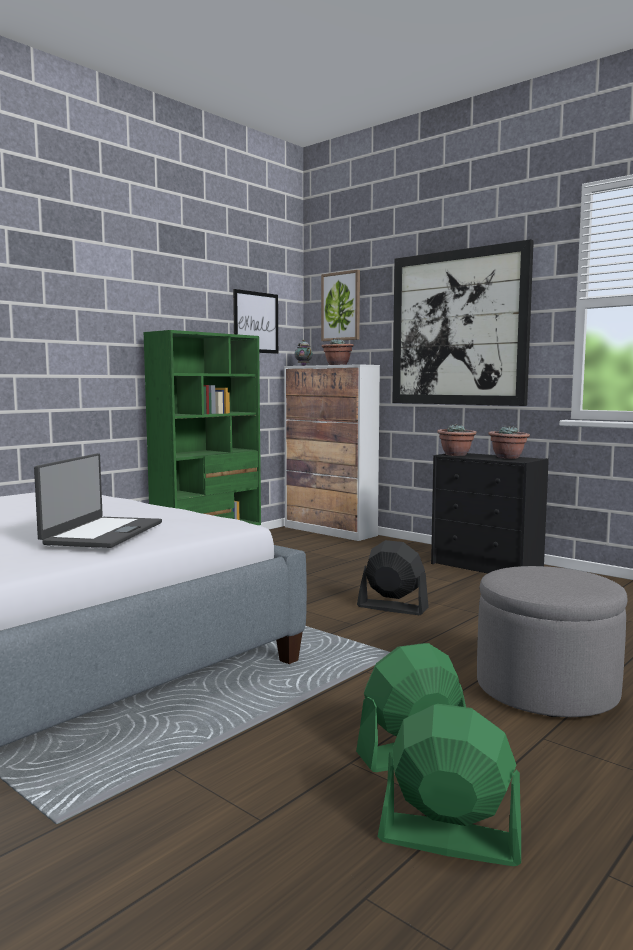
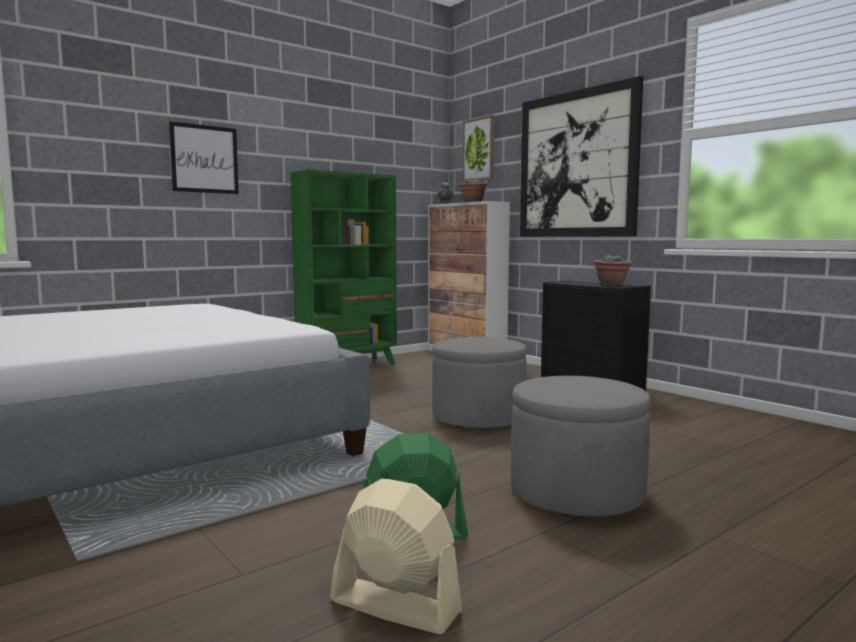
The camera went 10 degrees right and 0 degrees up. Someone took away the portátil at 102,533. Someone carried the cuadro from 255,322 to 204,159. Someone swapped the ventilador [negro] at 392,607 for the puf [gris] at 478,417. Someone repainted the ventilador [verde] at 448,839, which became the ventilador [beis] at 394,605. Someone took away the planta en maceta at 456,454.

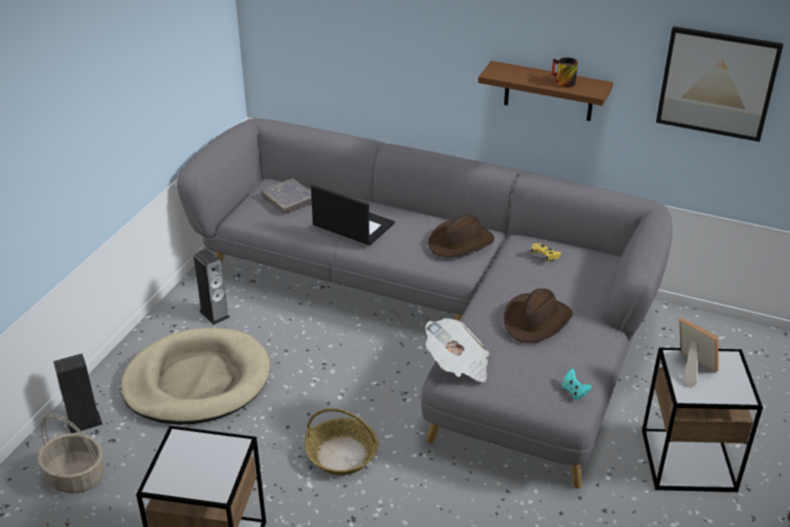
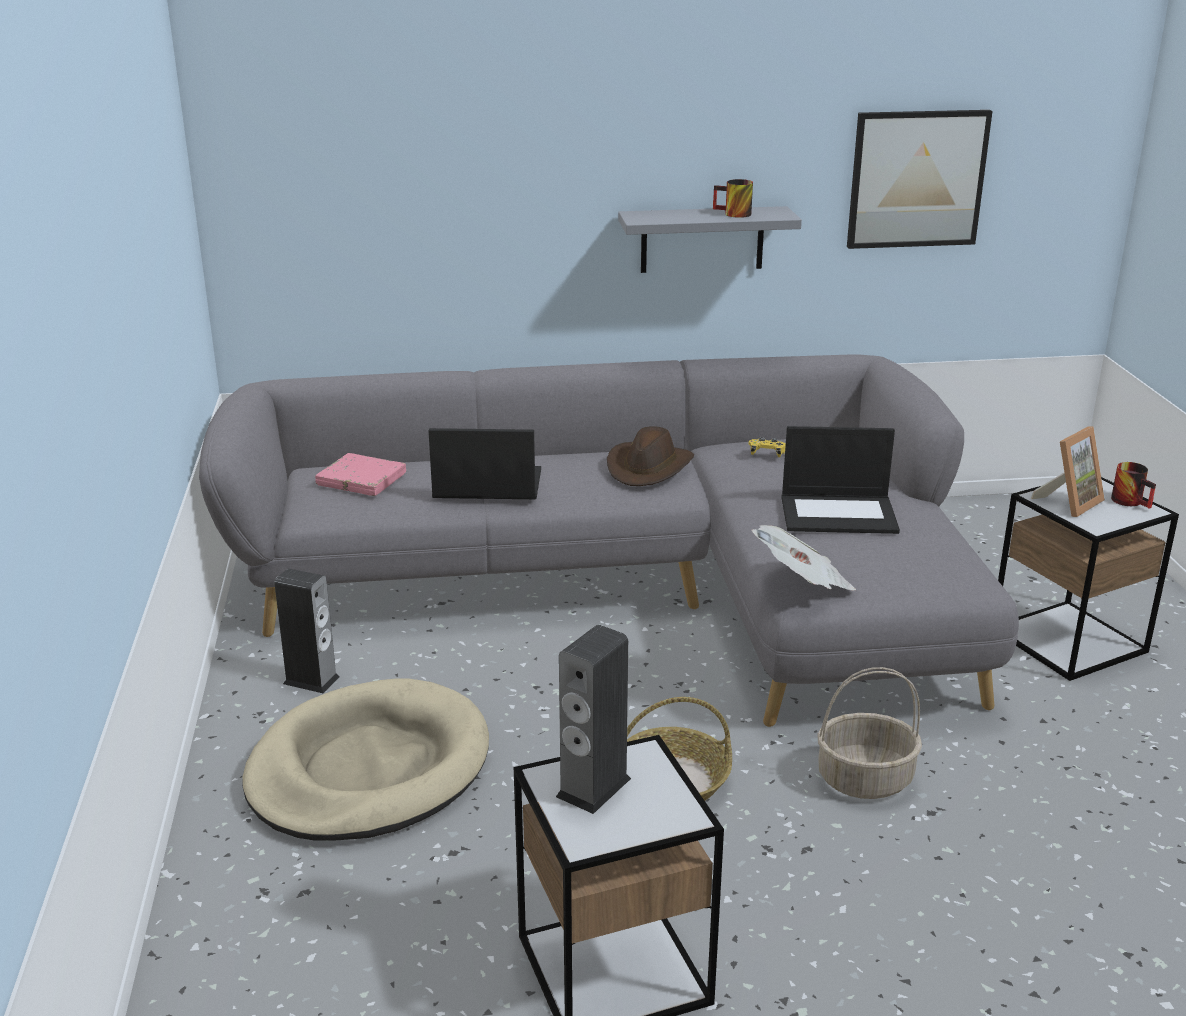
The camera went 30 degrees left and 10 degrees down. Someone carried the cesta from 76,477 to 865,779. Someone carried the altavoz from 84,422 to 593,787. Someone repainted the libro [gris] at 288,199, which became the libro [rosa] at 361,480. Someone repainted the estante [marrón] at 548,91, which became the estante [gris] at 702,239. Someone swapped the sombrero [marrón] at 536,321 for the portátil at 839,514. Someone took away the mando de consola [turquesa] at 574,391. Someone rotated the portarretratos at 691,369 by 120 degrees clockwise. Someone put down the taza grande at 1132,501.

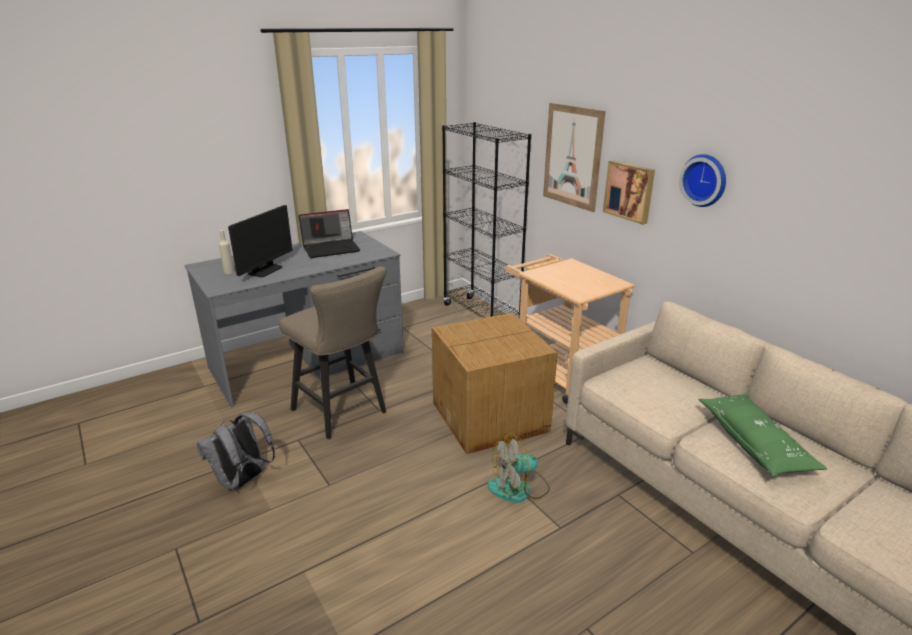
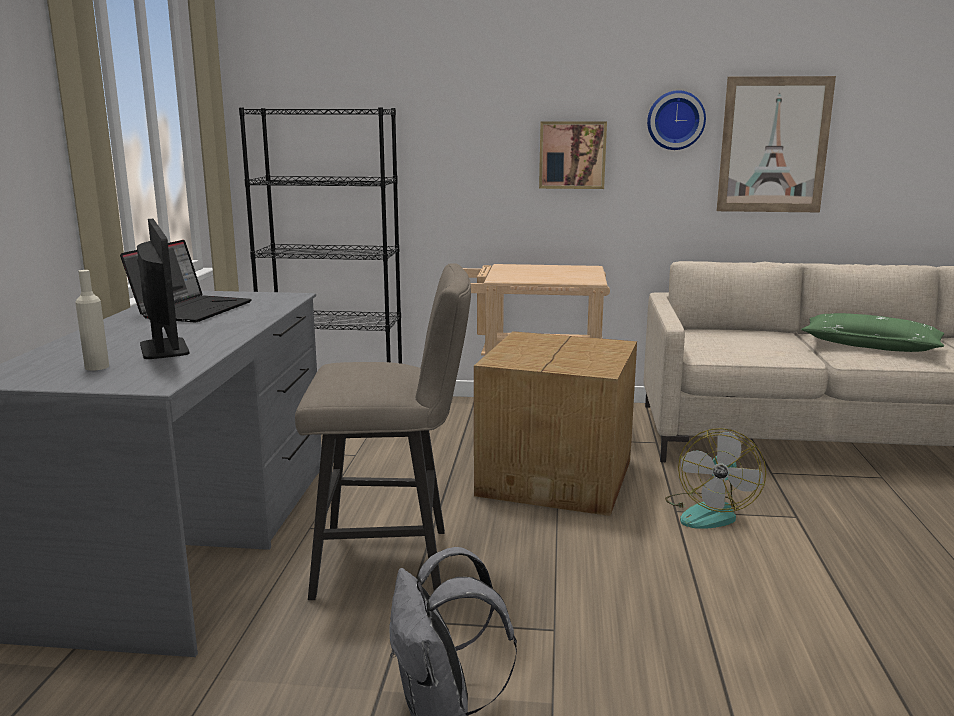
The camera went 50 degrees left and 10 degrees down. Someone carried the cuadro from 572,156 to 773,145.

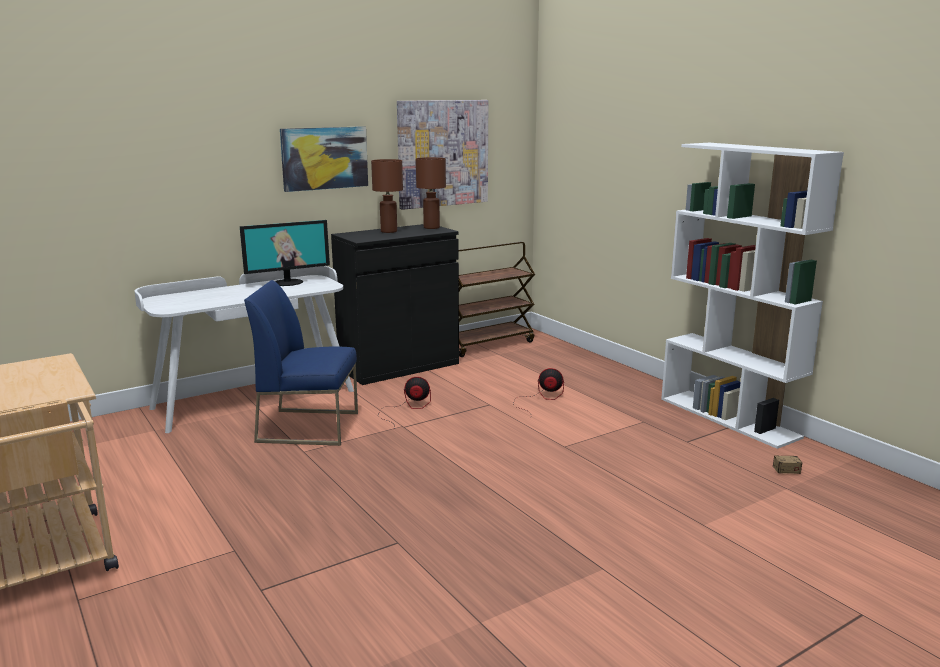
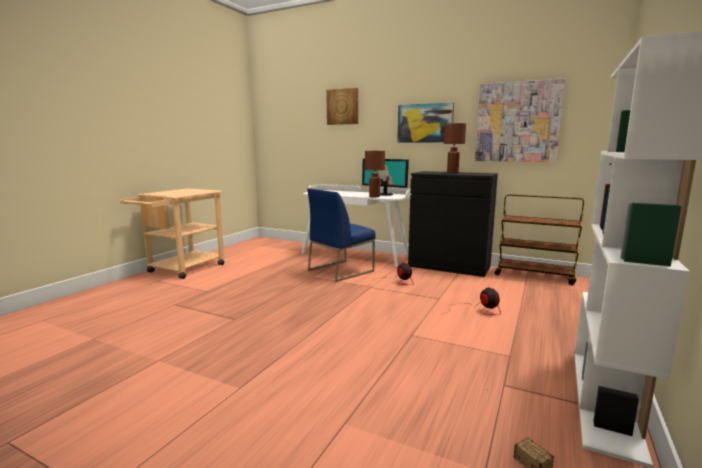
The camera went 60 degrees right and 5 degrees down. Someone rotated the silla [azul] at 309,427 by 105 degrees counterclockwise. Someone carried the lámpara de mesa [marrón] from 431,227 to 374,196. Someone put up the cuadro at 342,106.

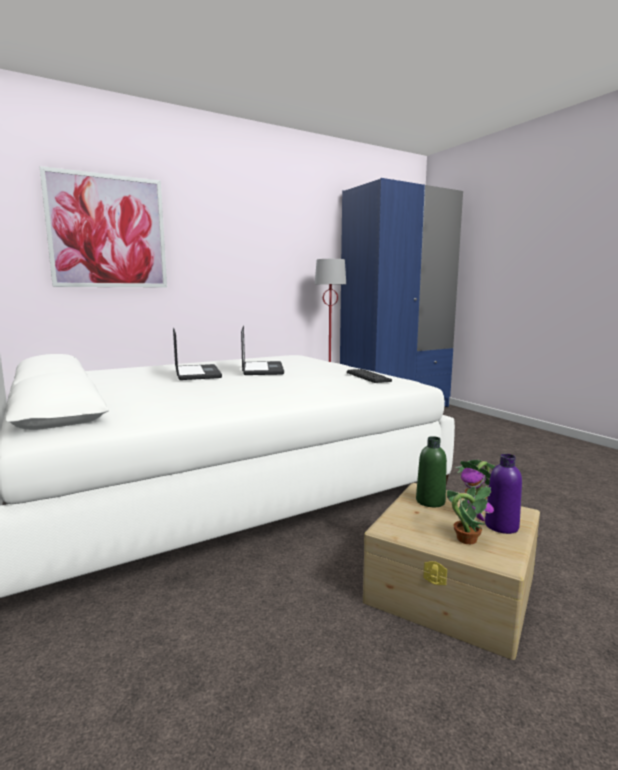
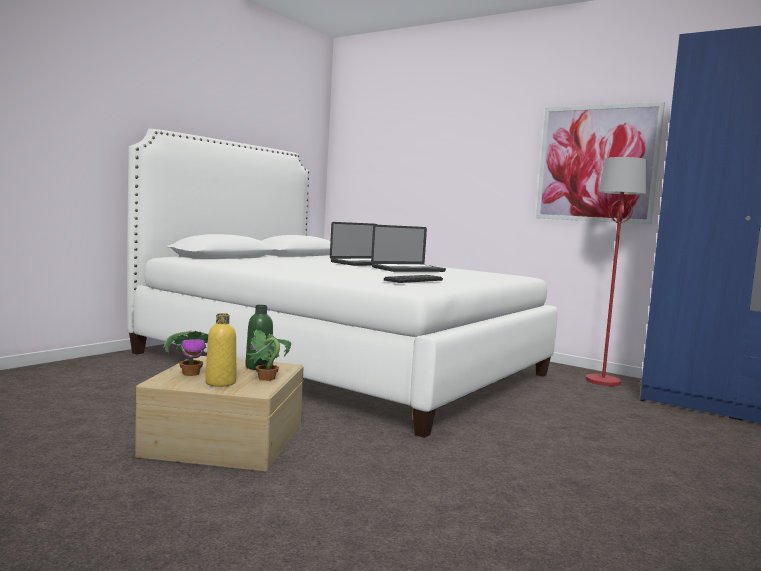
The camera went 65 degrees right and 5 degrees down. Someone carried the cuadro from 108,232 to 596,163. Someone repainted the botella [morado] at 501,526, which became the botella [amarillo] at 220,383.

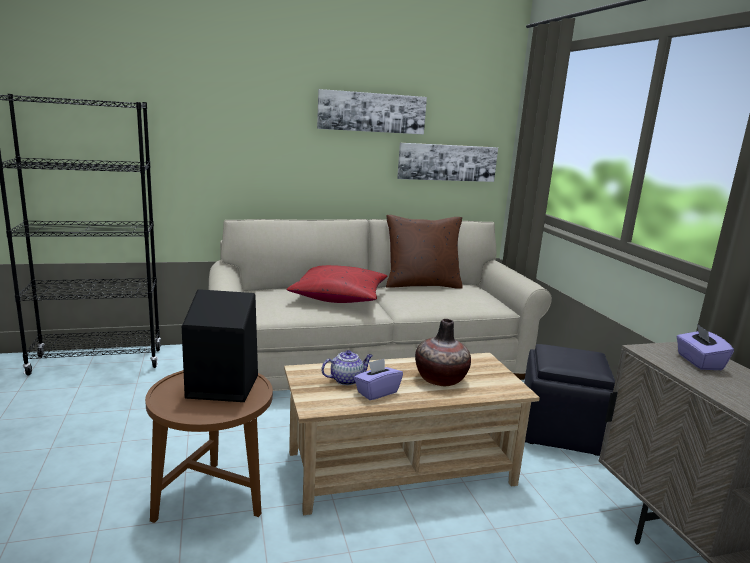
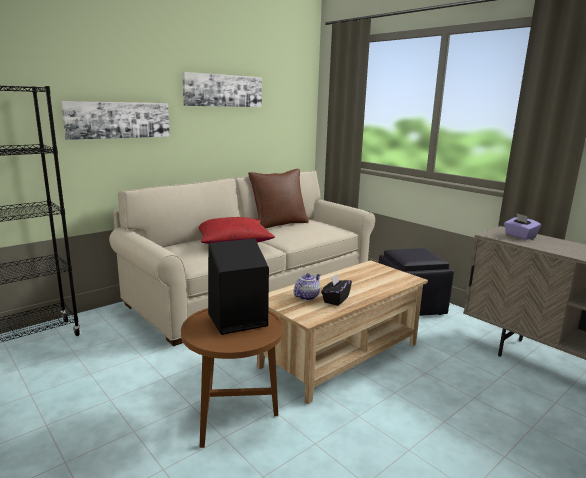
The camera went 25 degrees left and 0 degrees up. Someone repainted the caja de pañuelos [morado] at 377,392, which became the caja de pañuelos [negro] at 335,299. Someone carried the cuadro from 447,162 to 118,120. Someone took away the florero at 440,379.

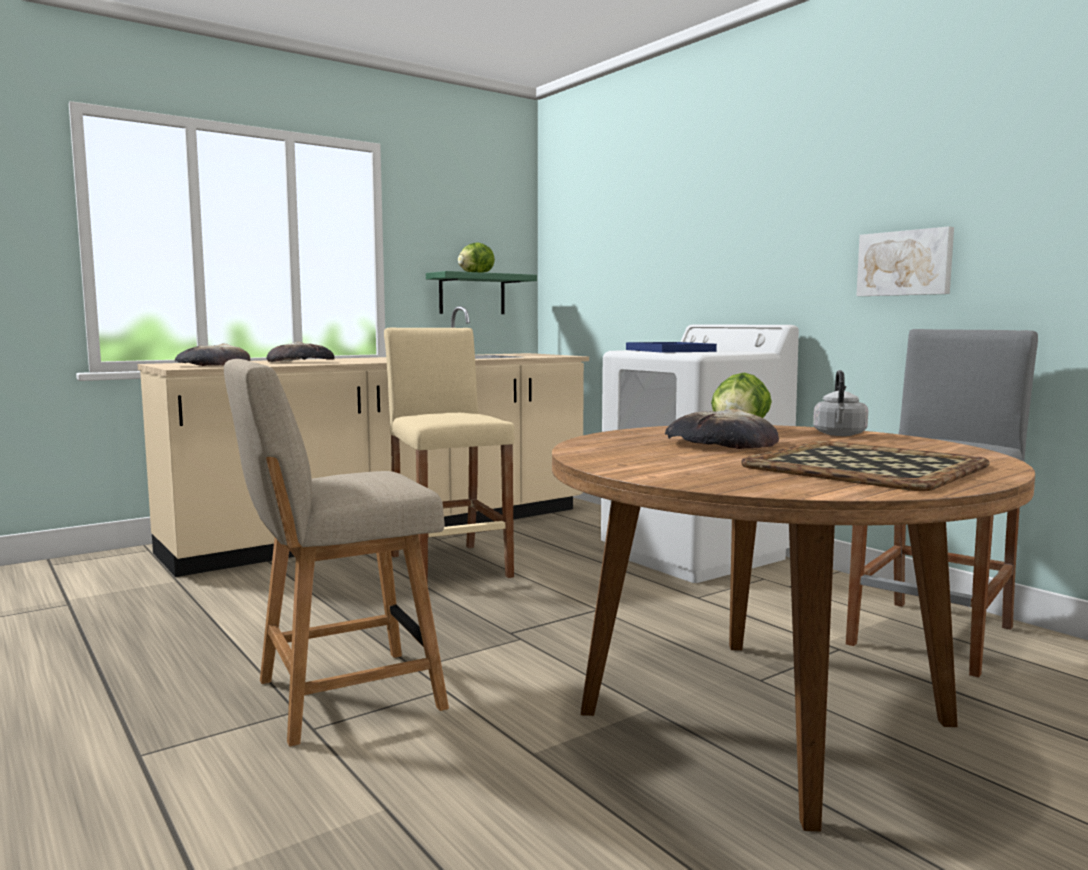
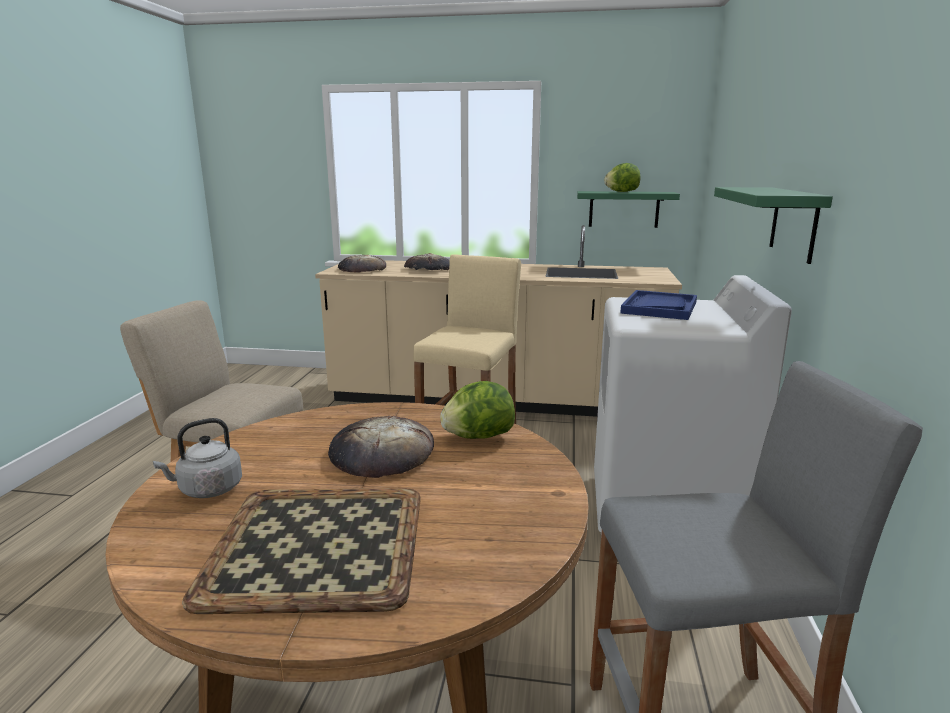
The camera went 45 degrees right and 10 degrees up. Someone carried the hervidor [gris] from 839,435 to 207,490. Someone took away the cuadro at 905,263. Someone put up the estante [verde] at 794,223.

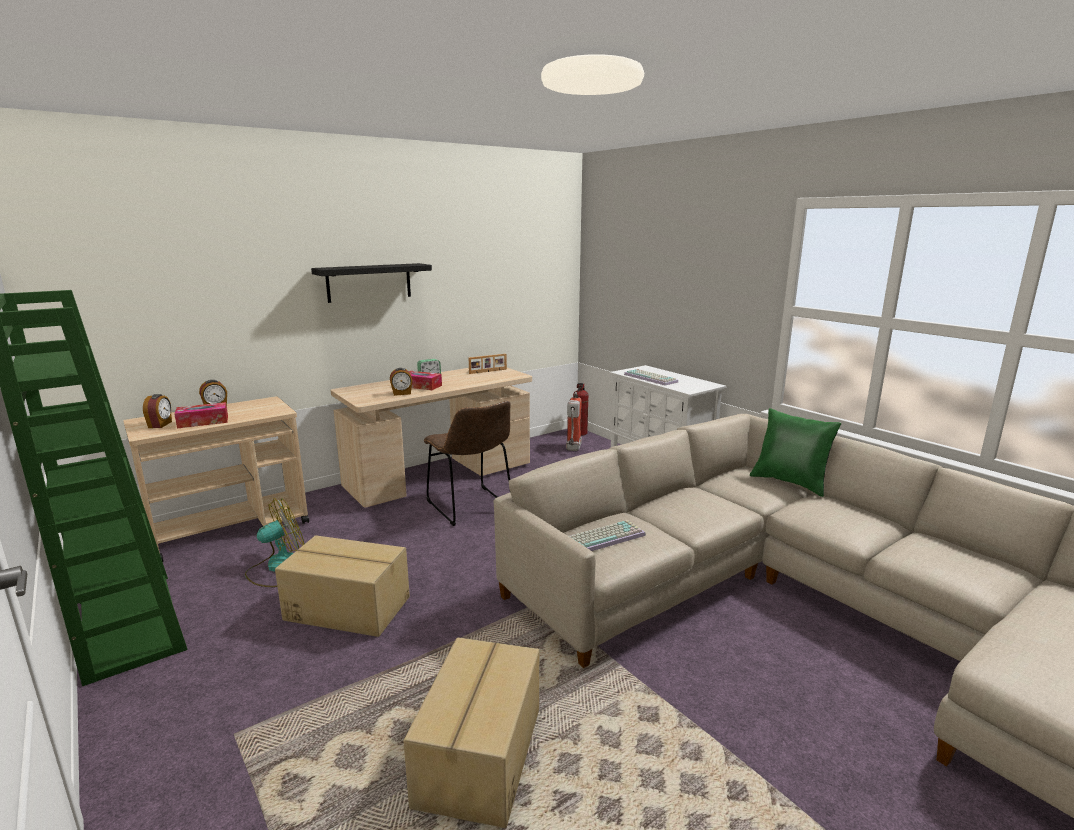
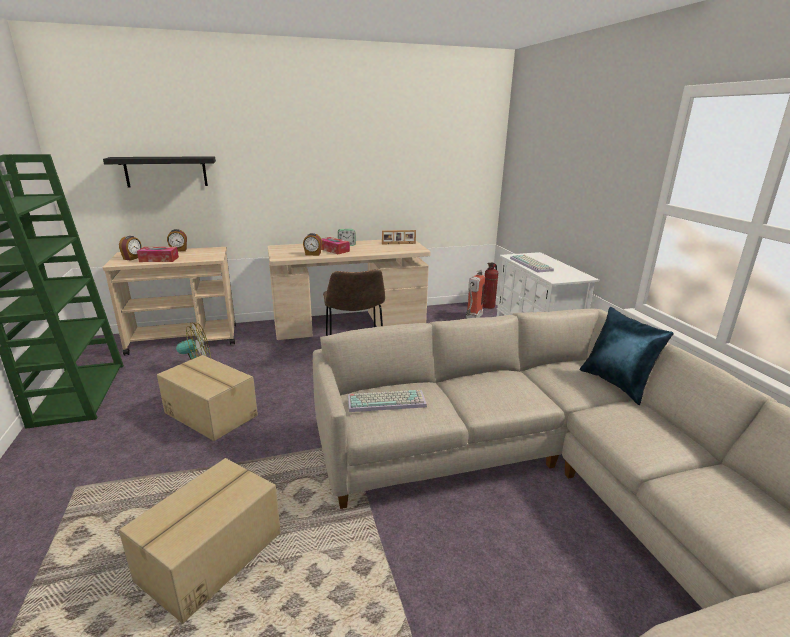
The camera went 20 degrees right and 5 degrees up. Someone carried the estante [negro] from 369,282 to 166,171. Someone repainted the cojín [verde] at 790,483, which became the cojín [azul] at 617,384.

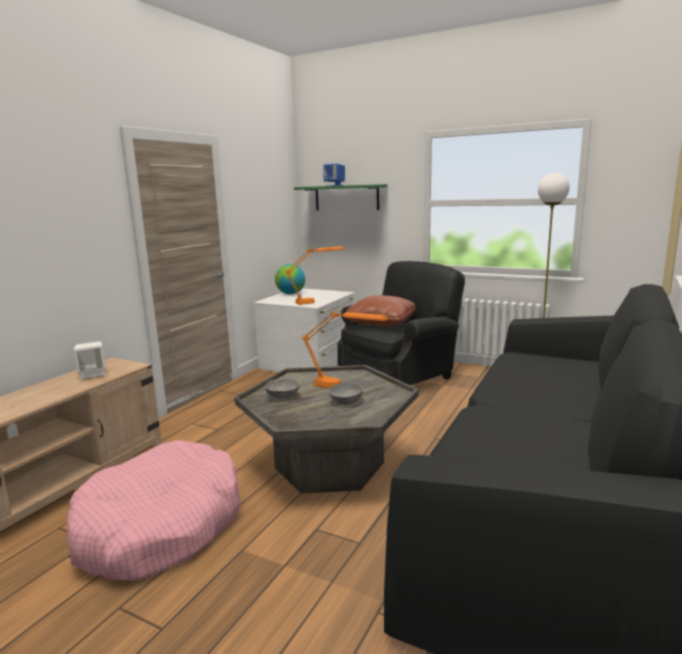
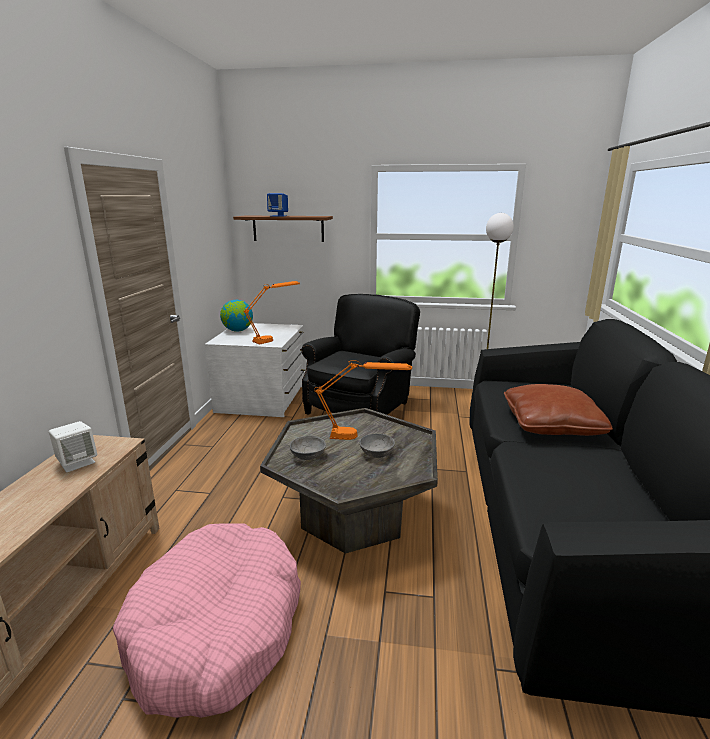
The camera went 20 degrees left and 5 degrees up. Someone repainted the estante [verde] at 346,197, which became the estante [marrón] at 288,228. Someone carried the cojín [marrón] from 381,323 to 551,425.

